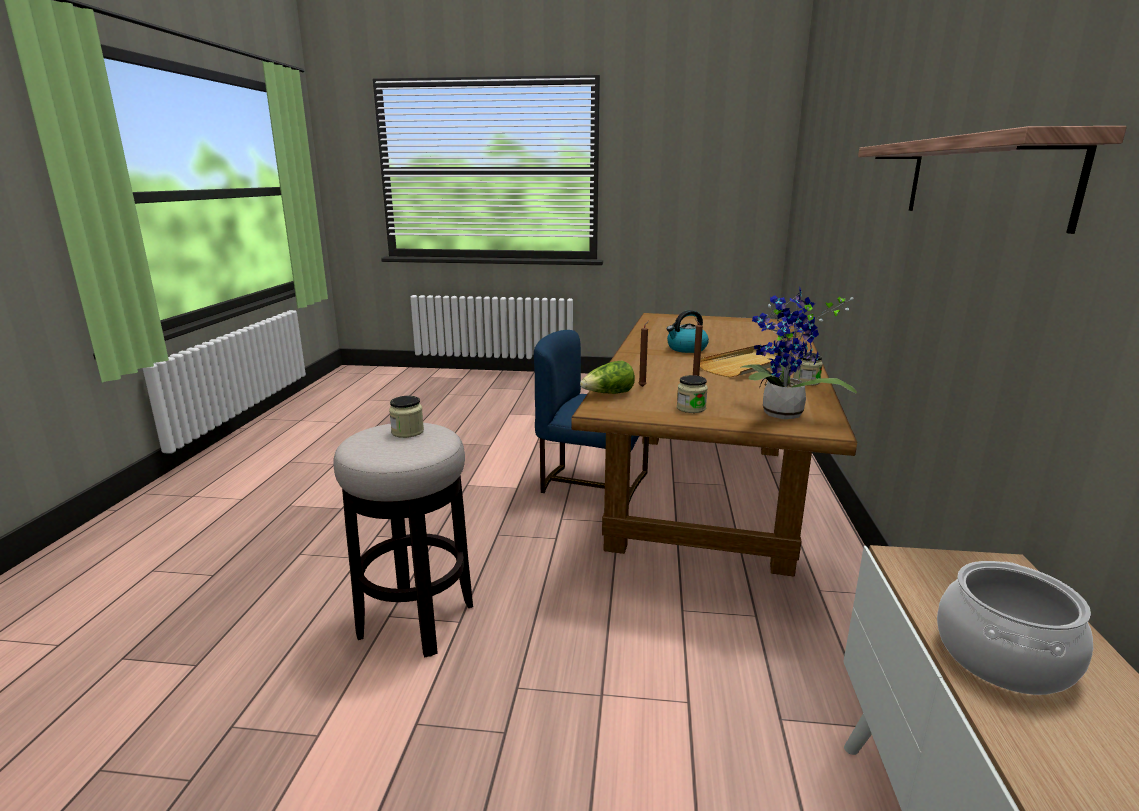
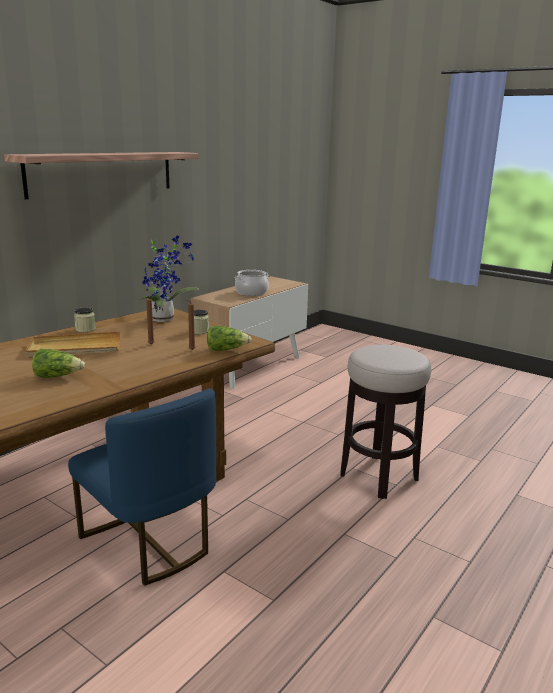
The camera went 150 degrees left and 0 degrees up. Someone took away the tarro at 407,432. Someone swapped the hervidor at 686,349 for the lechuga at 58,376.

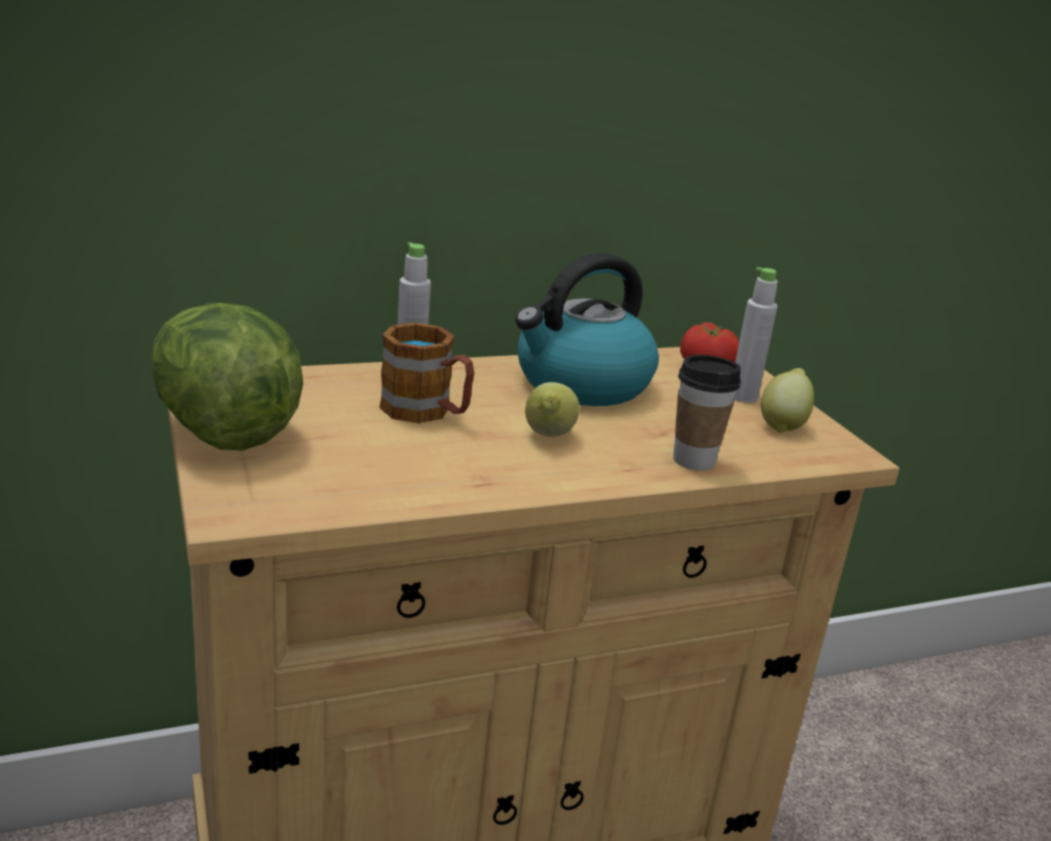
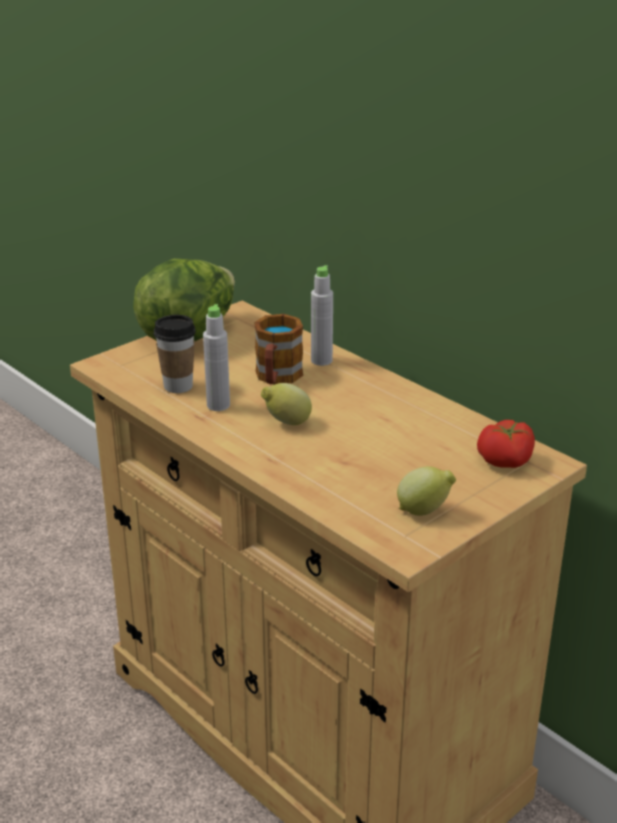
The camera went 70 degrees right and 5 degrees up. Someone took away the hervidor at 581,384. Someone carried the taza from 694,460 to 178,386. Someone carried the botella [gris] from 743,397 to 218,405.

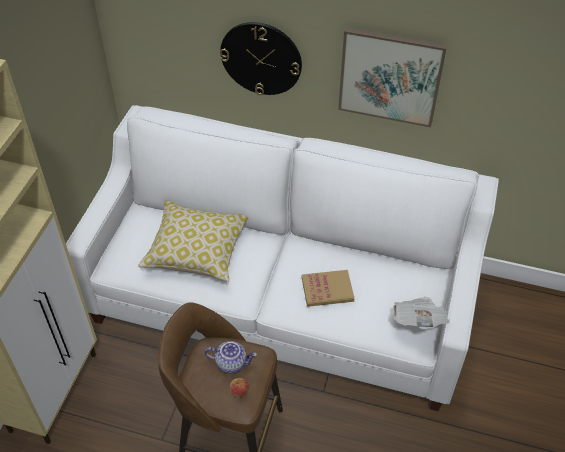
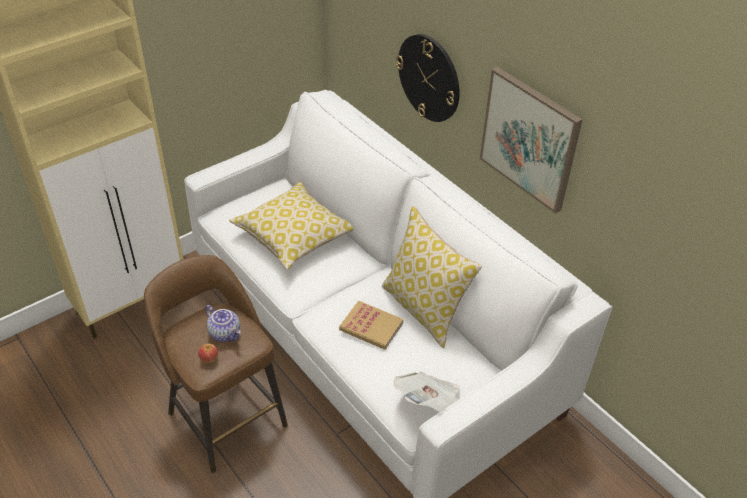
The camera went 35 degrees right and 5 degrees down. Someone put down the cojín at 424,309.

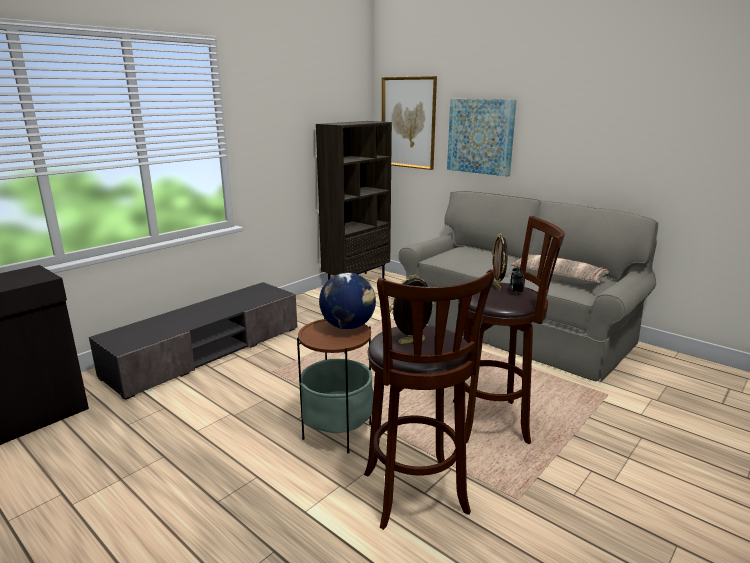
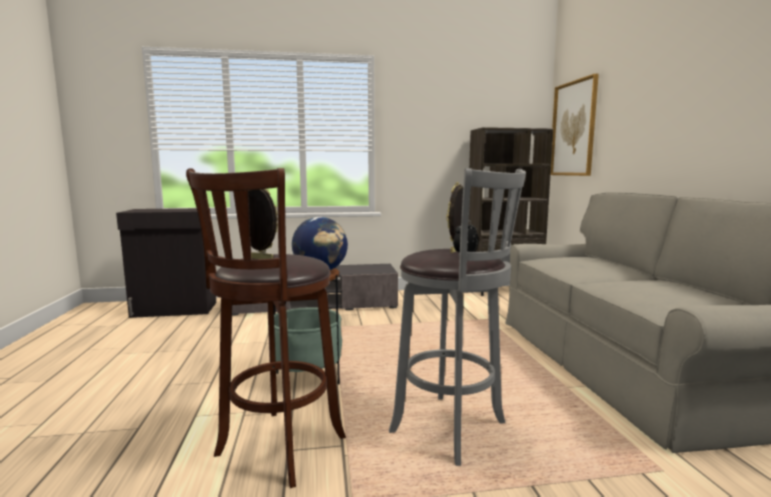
The camera went 40 degrees right and 10 degrees down. Someone took away the cuadro at 480,136. Someone repainted the taburete [marrón] at 494,422, which became the taburete [gris] at 453,430. Someone took away the cojín at 557,277.

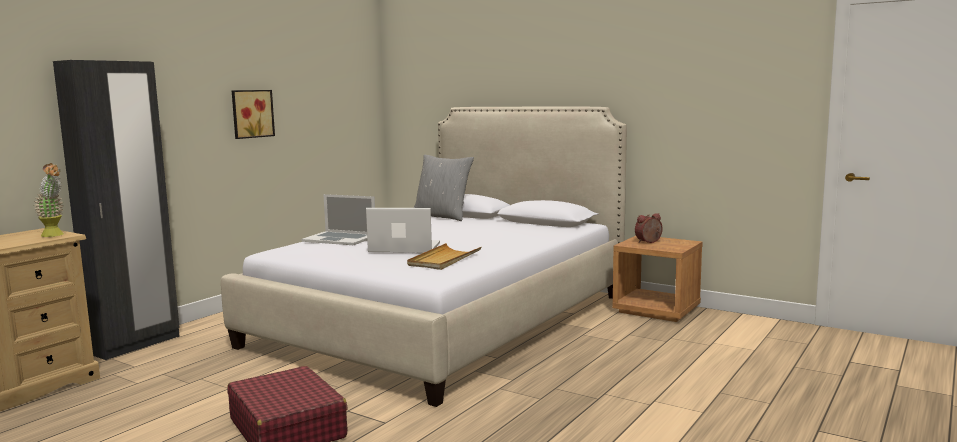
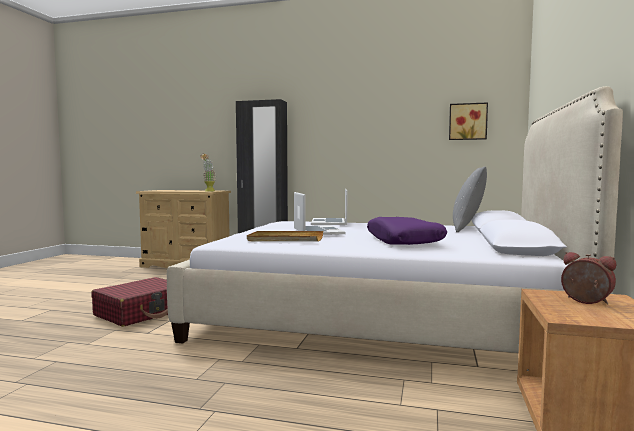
The camera went 70 degrees right and 5 degrees down. Someone carried the cuadro from 251,113 to 467,121. Someone put down the cojín [morado] at 404,241.

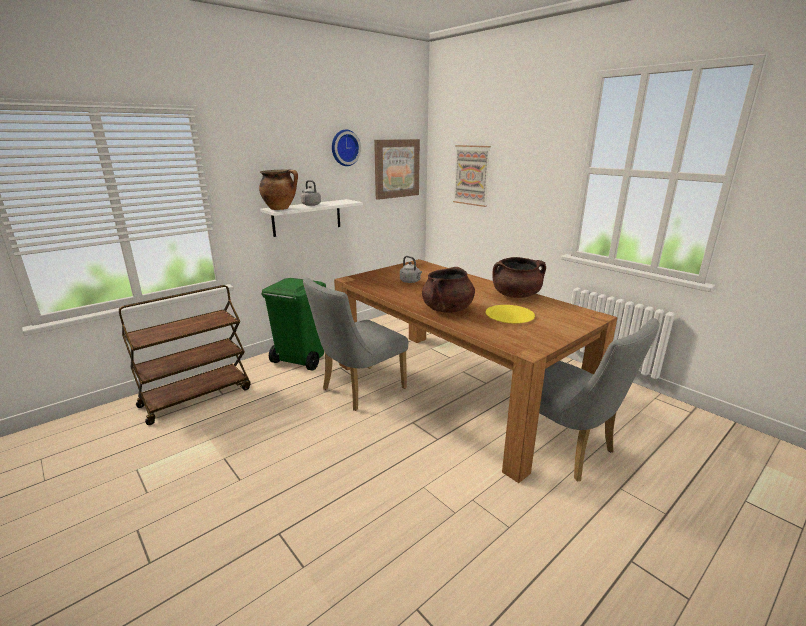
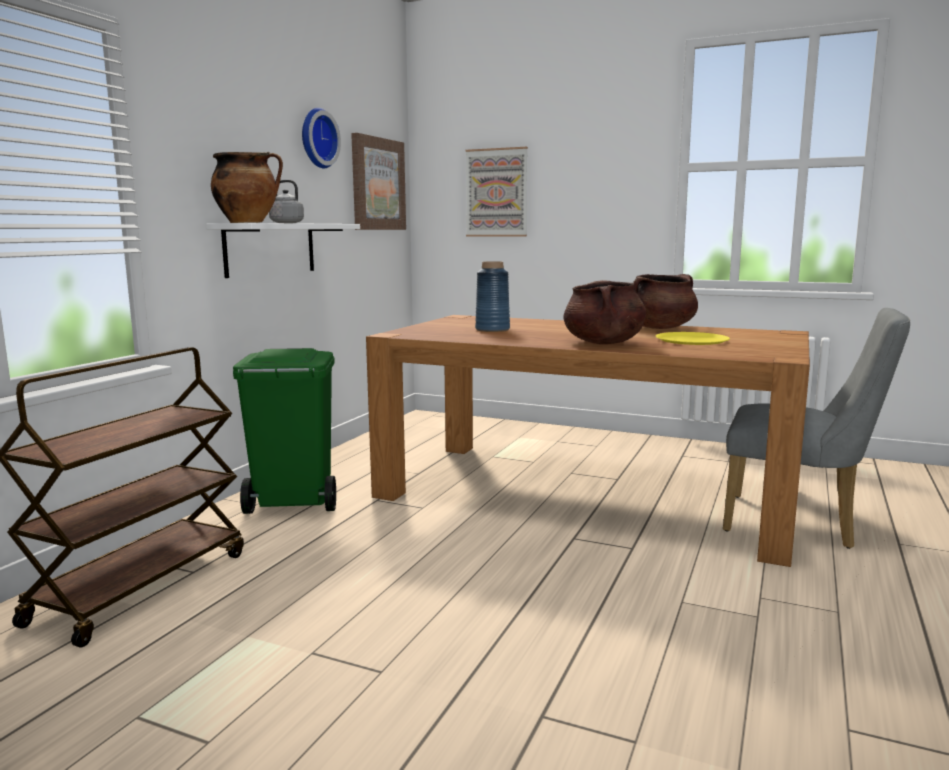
The camera went 25 degrees left and 10 degrees down. Someone took away the silla [gris] at 358,390. Someone swapped the hervidor [gris] at 411,281 for the florero [azul] at 492,329.

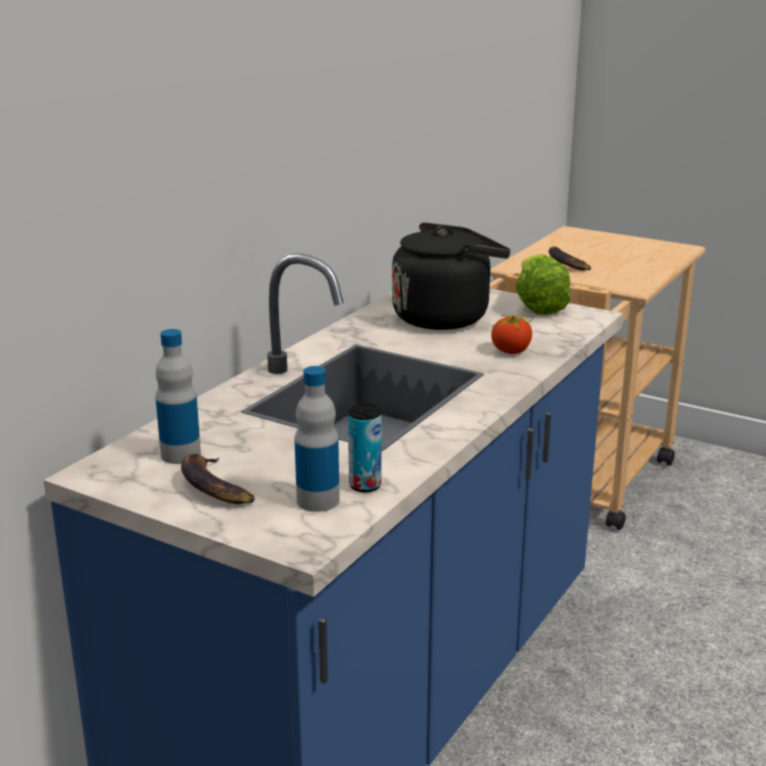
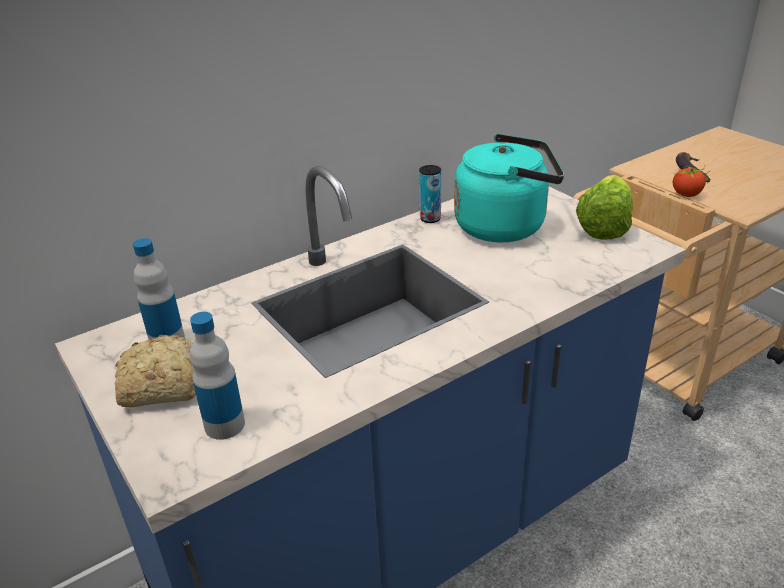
The camera went 25 degrees right and 10 degrees up. Someone swapped the plátano at 214,487 for the pan at 160,385. Someone carried the lata from 365,485 to 430,219. Someone repainted the hervidor [negro] at 445,317, which became the hervidor [turquesa] at 505,226. Someone carried the tomate from 511,351 to 686,194.

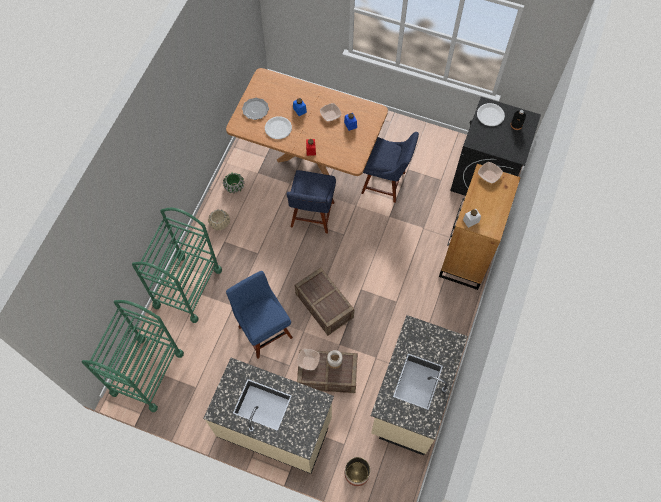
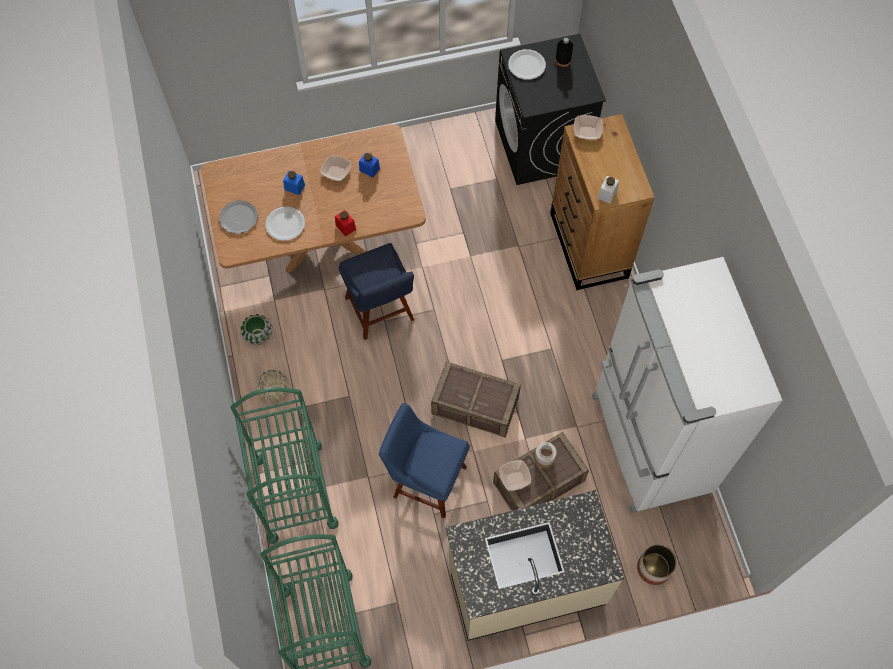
The camera went 35 degrees left and 0 degrees up. Someone took away the silla [azul] at 386,183. Someone swapped the mueble bajo de cocina [beis] at 411,398 for the nevera [blanco] at 648,445.

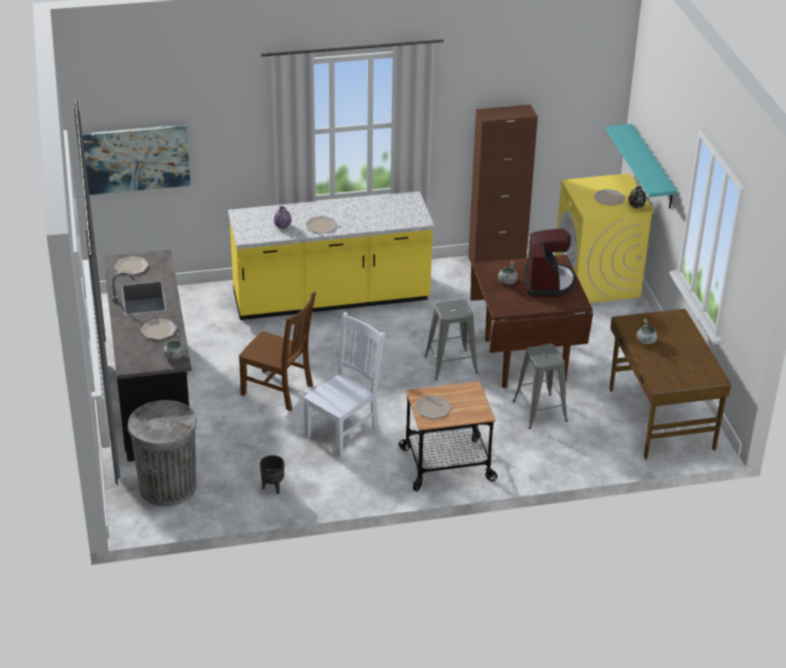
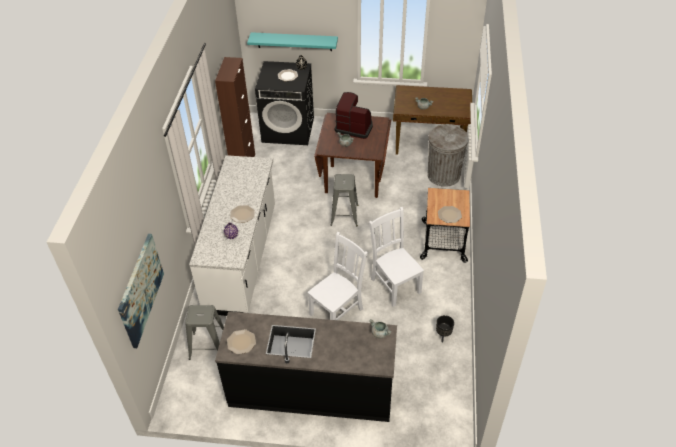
The camera went 70 degrees left and 10 degrees up. Someone carried the papelera [gris] from 167,487 to 443,175. Someone took away the plato at 159,330. Someone repainted the mueble bajo de cocina [amarillo] at 331,299, which became the mueble bajo de cocina [blanco] at 242,258. Someone repainted the silla [marrón] at 279,391, which became the silla [blanco] at 337,310. Someone carried the taburete [gris] from 540,411 to 208,346. Someone repainted the lavadora [amarillo] at 597,281, which became the lavadora [negro] at 288,129.

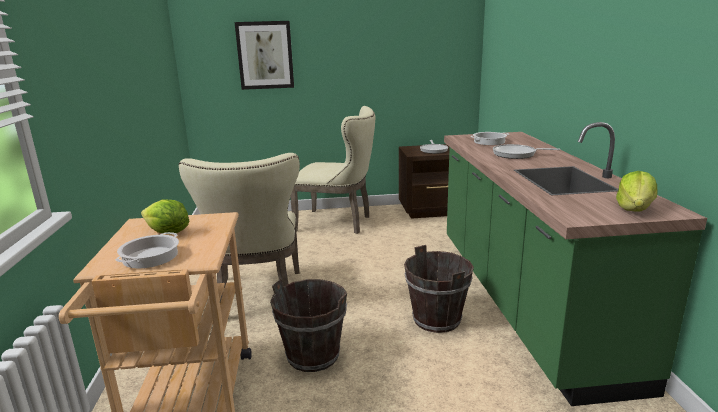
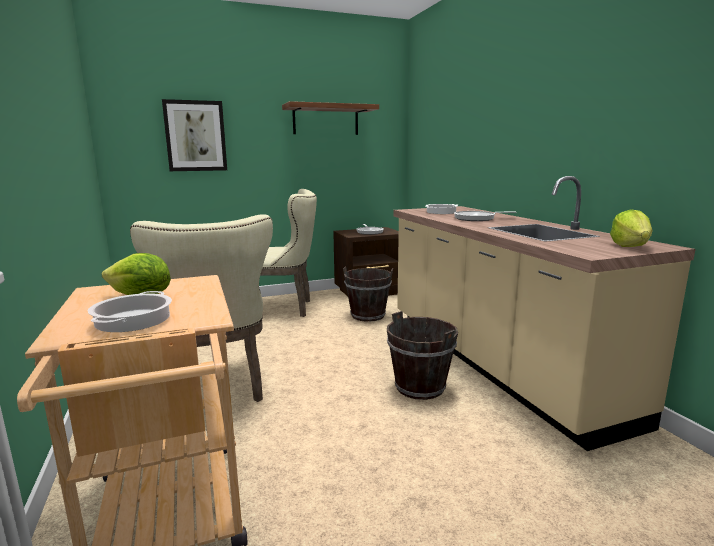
The camera went 15 degrees left and 5 degrees down. Someone carried the cubo [marrón] from 312,356 to 367,315. Someone repainted the mueble bajo de cocina [verde] at 524,302, which became the mueble bajo de cocina [beis] at 493,362. Someone put up the estante at 325,120.

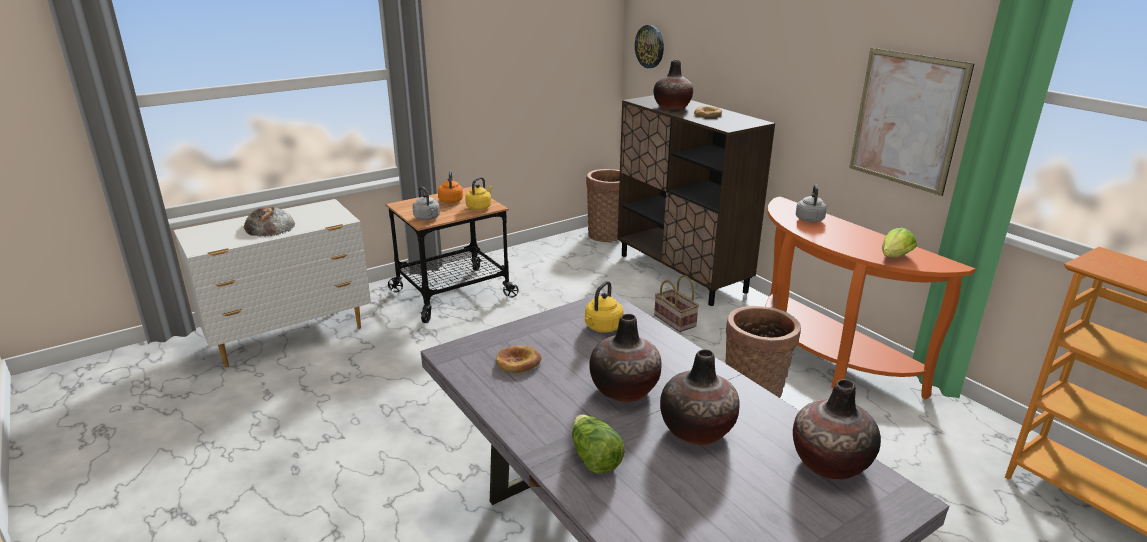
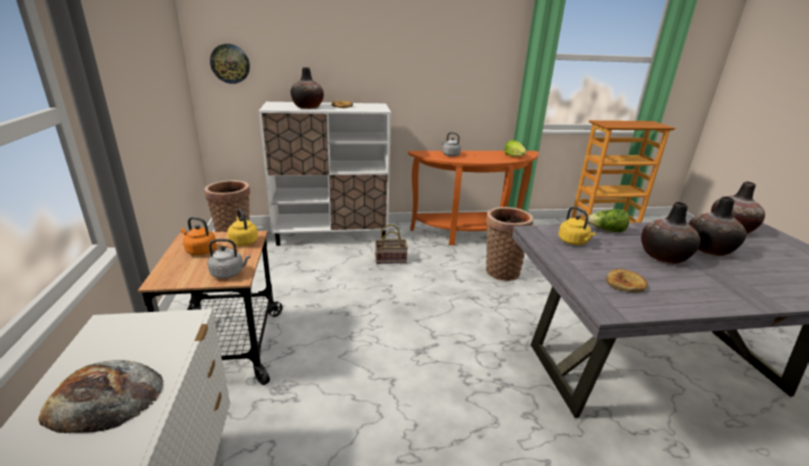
The camera went 65 degrees left and 0 degrees up. Someone carried the lechuga from 594,457 to 606,230. Someone repainted the armario [marrón] at 682,273, which became the armario [blanco] at 332,235. Someone took away the cuadro at 906,120.

